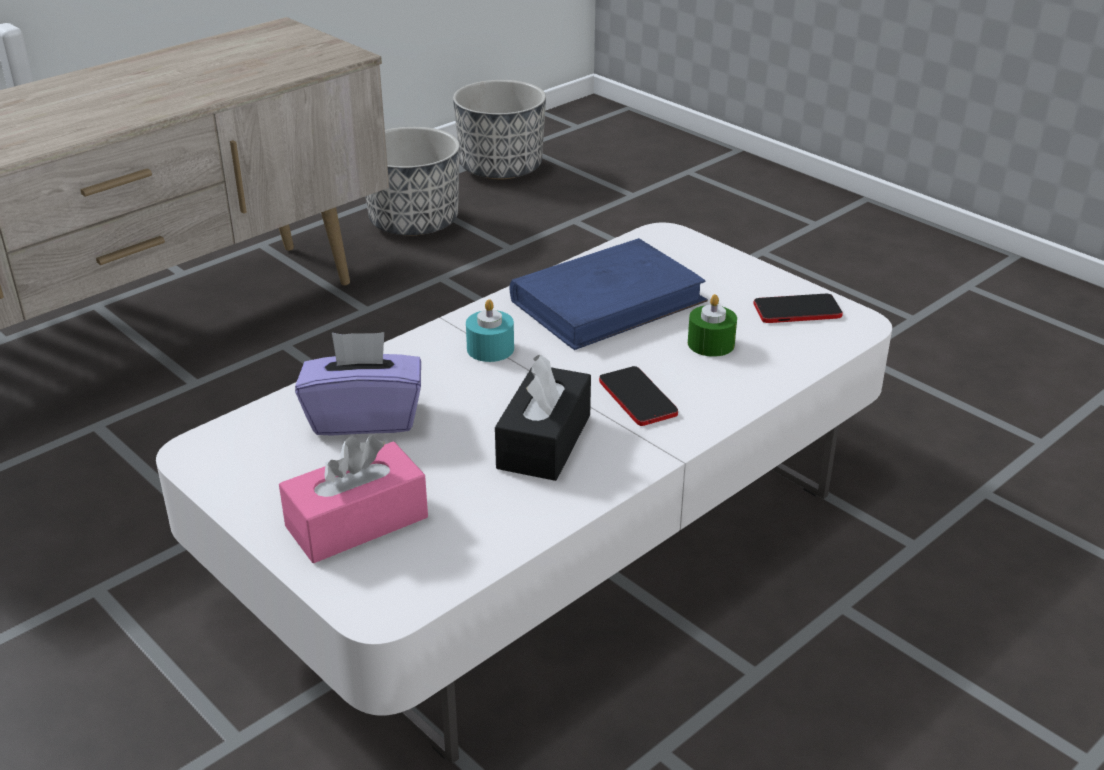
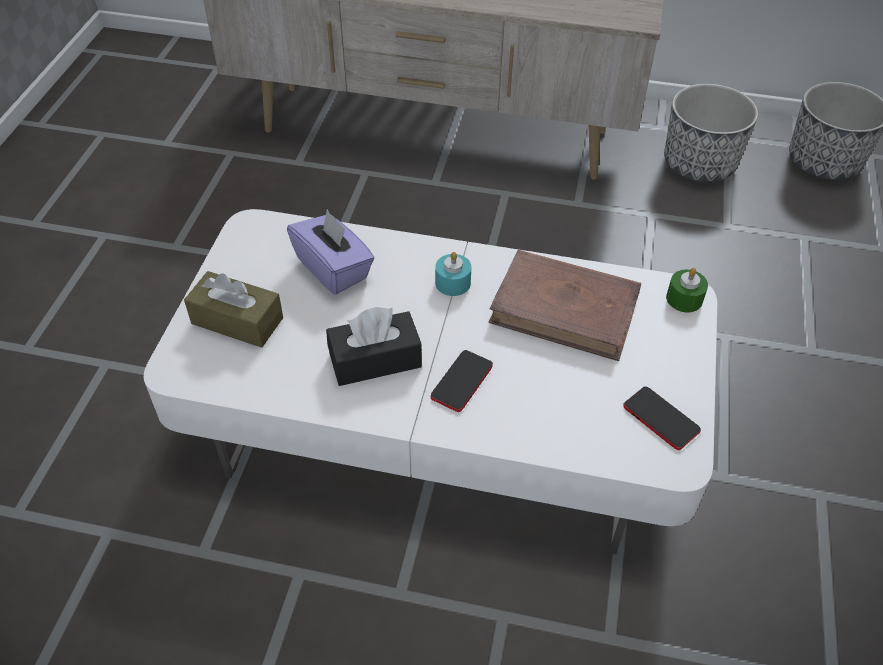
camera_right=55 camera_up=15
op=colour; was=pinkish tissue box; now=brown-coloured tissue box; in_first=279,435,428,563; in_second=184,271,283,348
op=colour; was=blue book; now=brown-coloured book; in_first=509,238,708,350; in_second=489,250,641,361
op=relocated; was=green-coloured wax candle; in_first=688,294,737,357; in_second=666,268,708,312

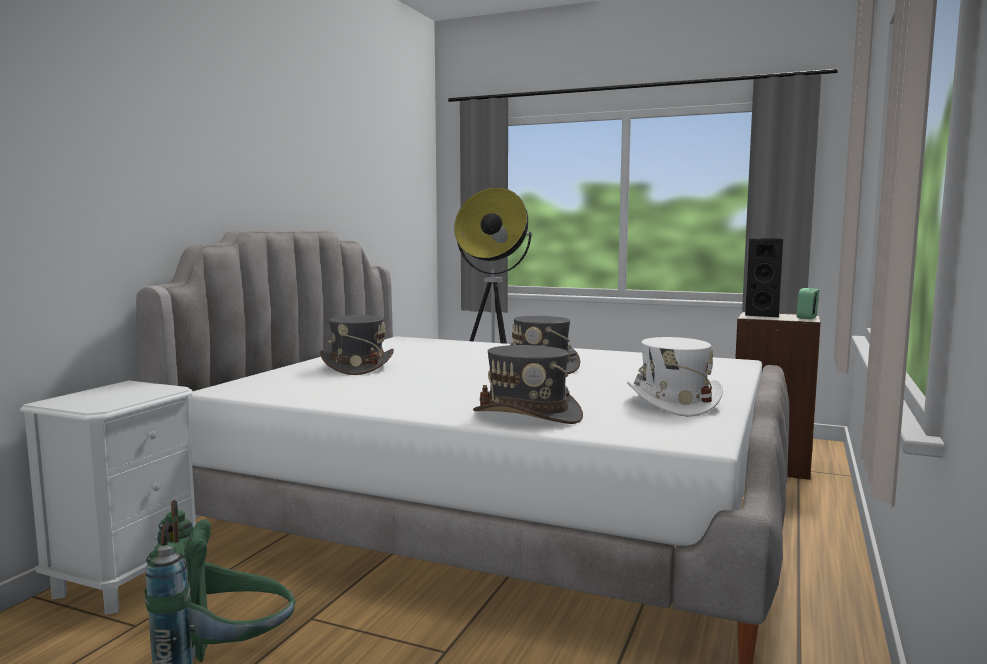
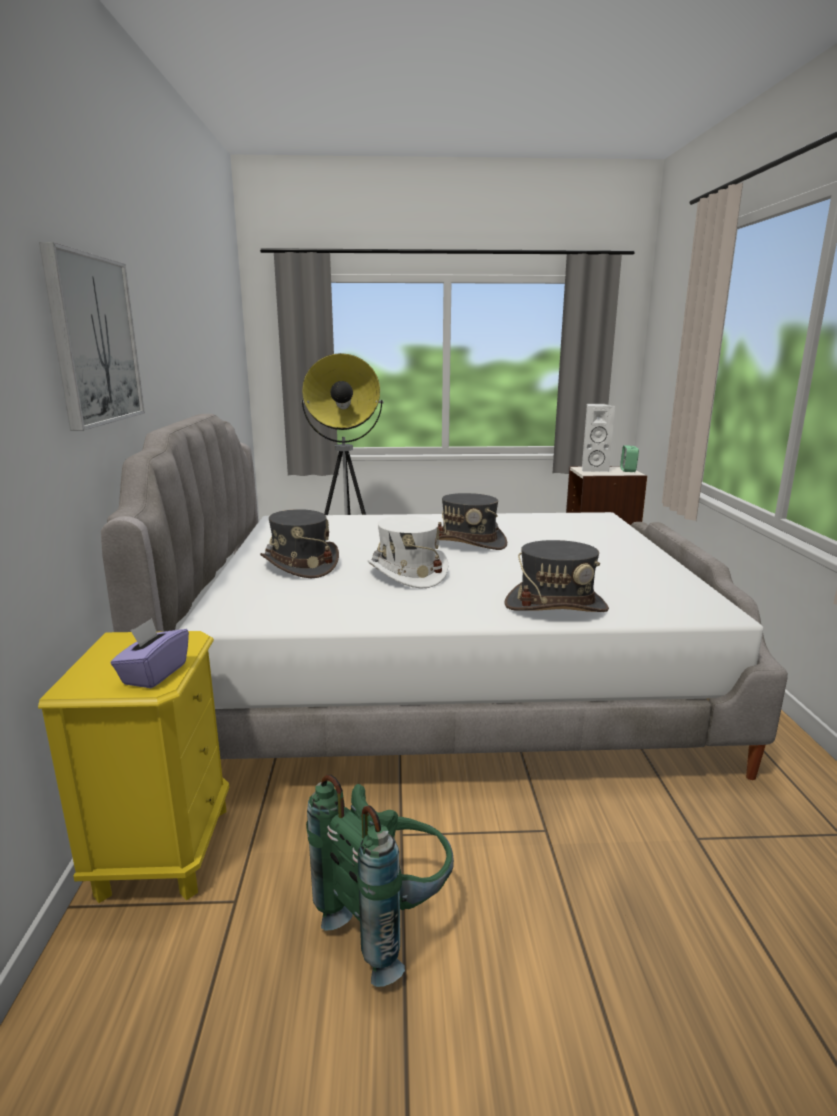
camera_right=-25 camera_up=10
op=colour; was=white-coloured nightstand; now=yellow-coloured nightstand; in_first=20,381,196,615; in_second=38,631,229,903
op=relocated; was=white-coloured hat; in_first=627,337,723,417; in_second=368,516,448,589
op=colour; was=blackish audio speaker; now=white-coloured audio speaker; in_first=745,239,783,317; in_second=582,404,615,472
op=appeared; now=picture; in_second=39,242,145,431
op=appeared; now=purple tissue box; in_second=111,618,189,688

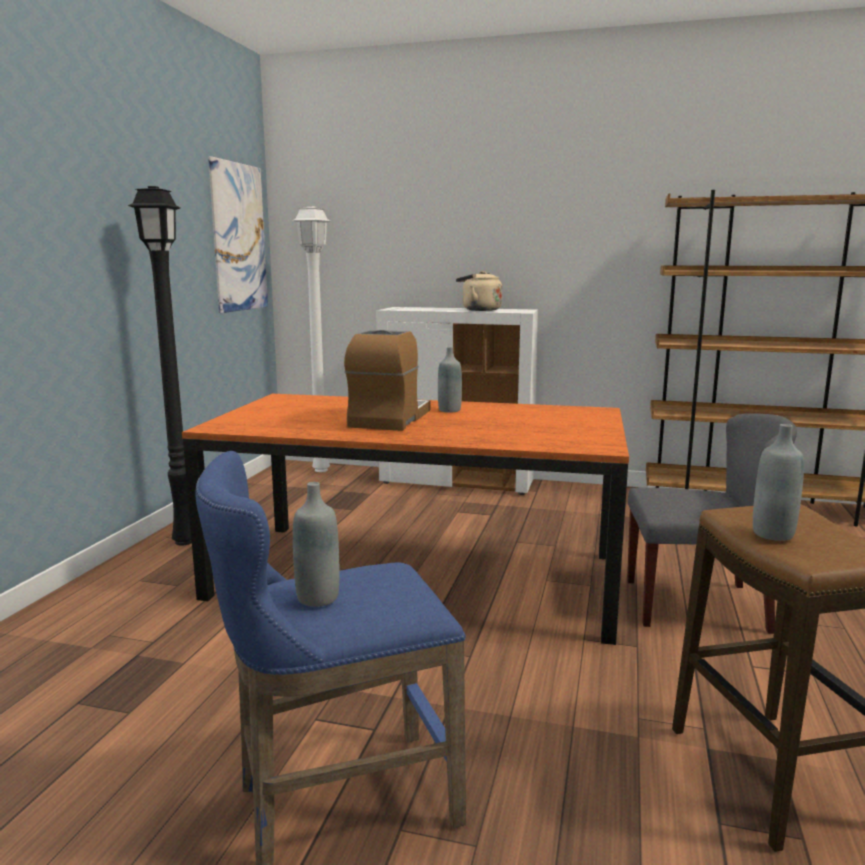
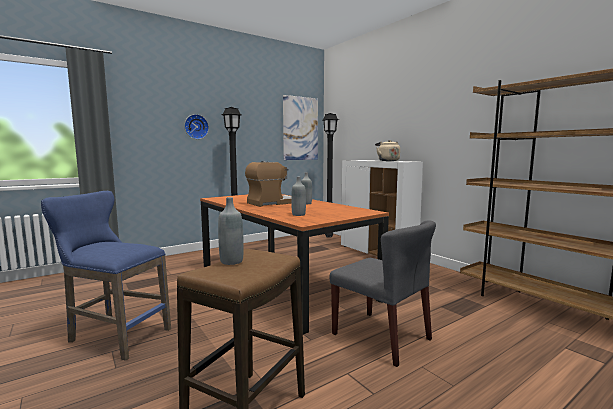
camera_right=40 camera_up=-5
op=colour; was=white-coloured standard lamp; now=blackish standard lamp; in_first=292,206,330,472; in_second=323,113,339,238
op=relocated; was=gray drink bottle; in_first=293,482,339,607; in_second=291,177,306,216
op=appeared; now=hanging clock; in_second=184,114,209,139

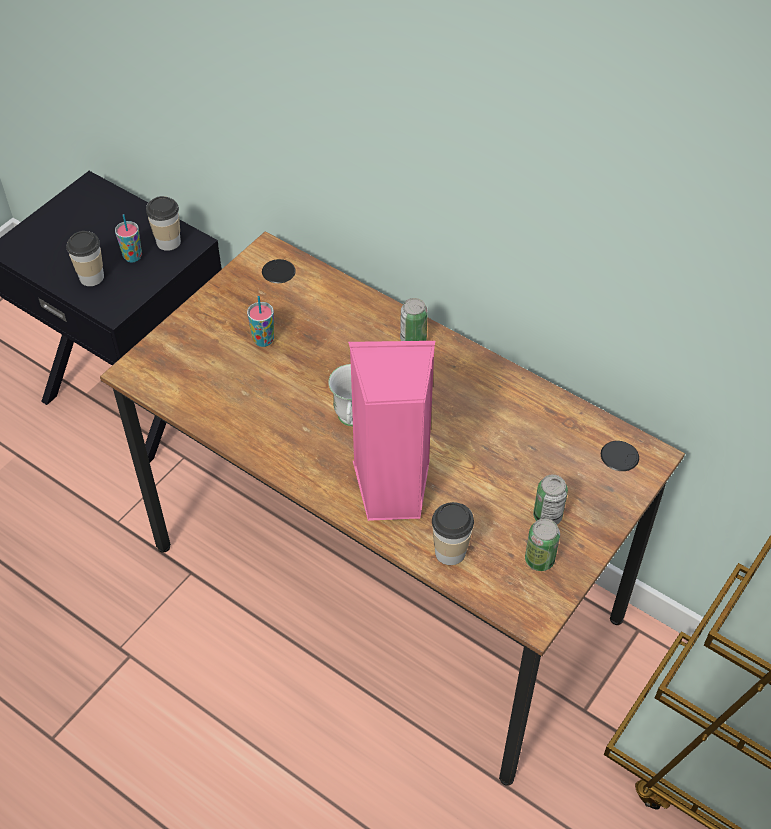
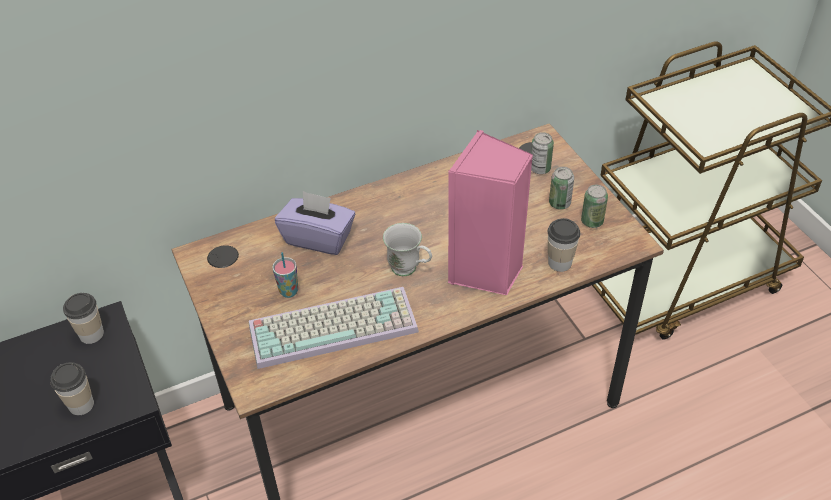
camera_right=-60 camera_up=-5
op=missing; was=cup; in_first=115,214,142,262
op=relocated; was=metal can; in_first=400,298,428,341; in_second=531,132,554,174
op=appeared; now=PC keyboard; in_second=249,287,419,369
op=appeared; now=purple tissue box; in_second=275,191,355,255

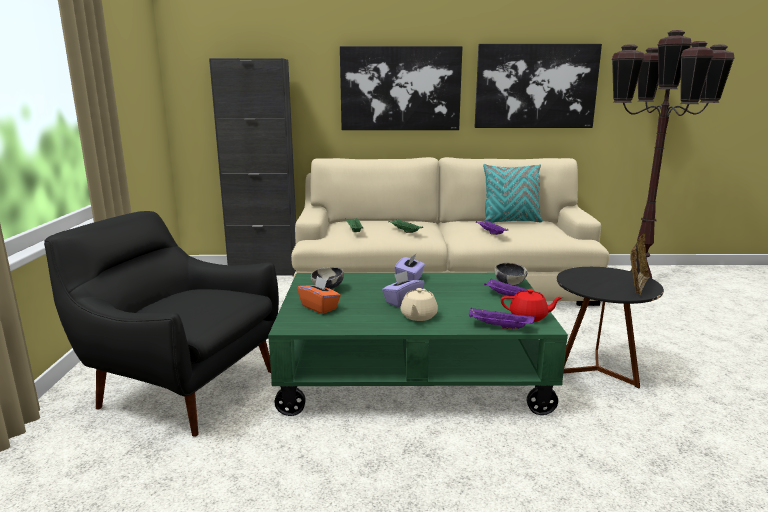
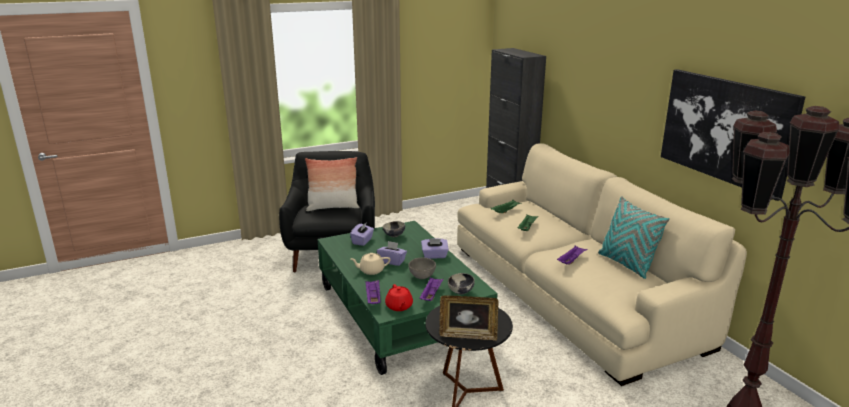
camera_right=65 camera_up=5
op=colour; was=orange tissue box; now=purple tissue box; in_first=297,276,341,314; in_second=350,222,374,246
op=missing; was=picture; in_first=340,46,462,130
op=appeared; now=pillow; in_second=305,157,359,211
op=appeared; now=gray serving bowl; in_second=408,258,436,279

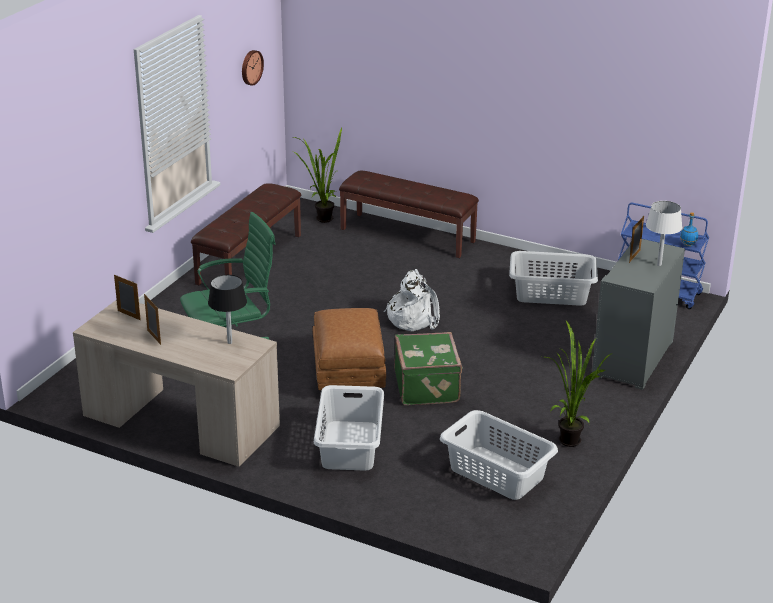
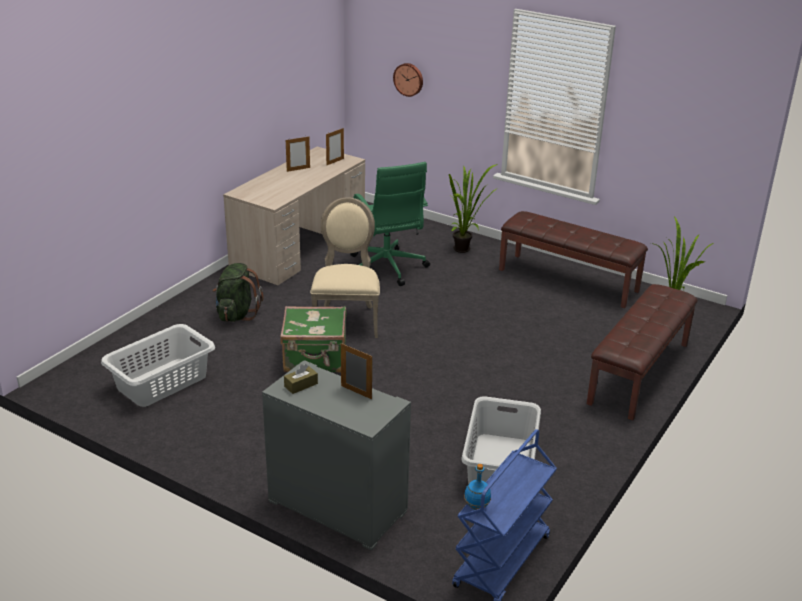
camera_right=95 camera_up=0
op=missing; was=blackish table lamp; in_first=208,275,247,344
op=relocated; was=hanging clock; in_first=242,50,264,86; in_second=393,63,423,97
op=exchanged; was=brown-coloured ottoman; now=sand-coloured plain chair; in_first=313,308,386,390; in_second=310,197,380,338
op=exchanged; was=white-coloured hamper; now=green-coloured rucksack; in_first=314,385,384,471; in_second=212,263,264,322
op=missing; was=white-coloured rucksack; in_first=384,269,440,331
op=relocated; was=houseplant; in_first=545,321,613,447; in_second=449,164,498,253
op=missing; was=white-coloured table lamp; in_first=646,201,682,266
op=appeared; now=brown-coloured tissue box; in_second=284,364,318,394

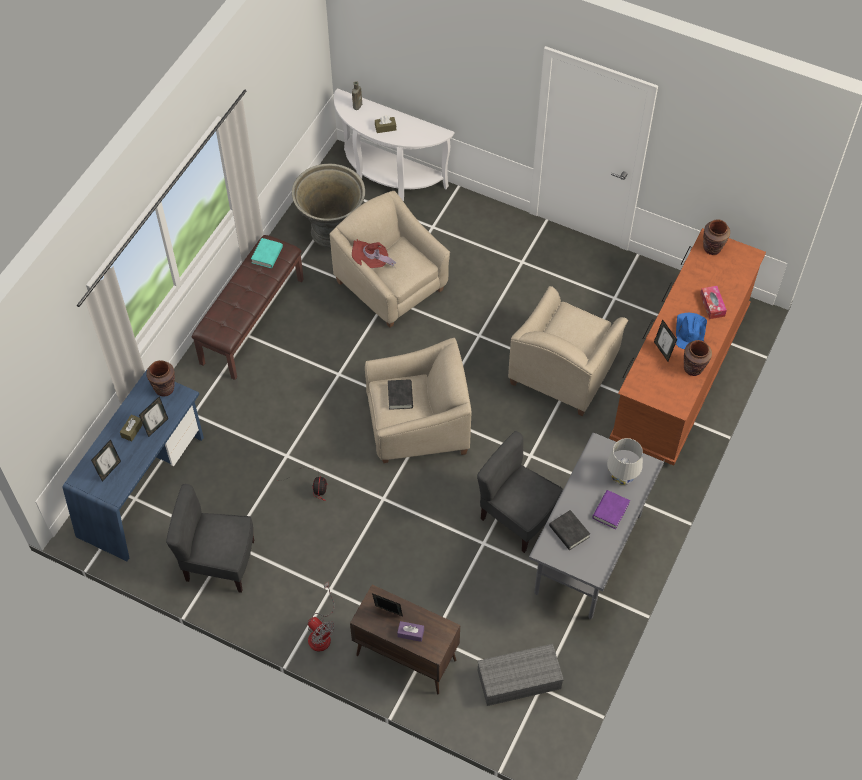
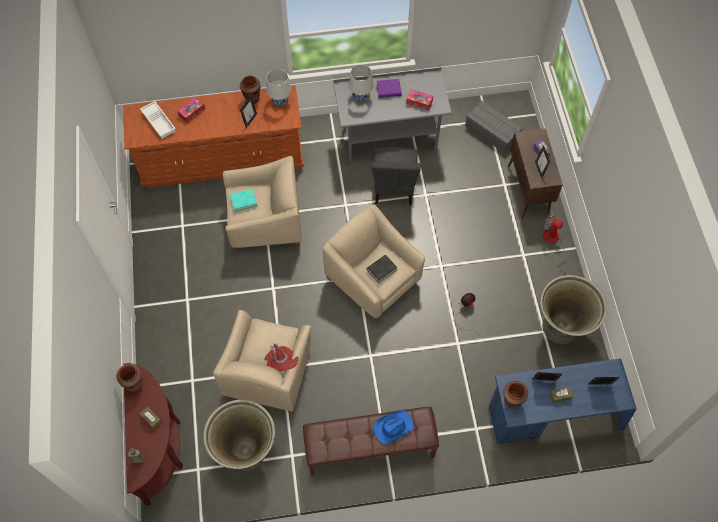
camera_right=-125 camera_up=5
op=exchanged; was=gray plain chair; now=gray planter; in_first=166,484,254,593; in_second=540,275,607,344
op=relocated; was=turquoise book; in_first=251,238,283,268; in_second=230,189,257,212
op=spun; was=fan; in_first=308,582,335,652; in_second=543,211,567,266; clockwise=-75
op=colour; was=white-coloured console table; now=brown-coloured console table; in_first=334,88,454,201; in_second=124,363,183,506
op=exchanged; was=blackish book; now=tissue box; in_first=549,510,590,550; in_second=406,90,433,110
op=relocated; was=blue hat; in_first=676,313,707,349; in_second=374,410,414,444
op=relocated; was=brown-coloured decorative vase; in_first=703,219,730,255; in_second=116,364,143,392
op=appeared; now=white-coloured carrying tray; in_second=140,101,176,139
op=appeared; now=white-coloured table lamp; in_second=266,69,291,106

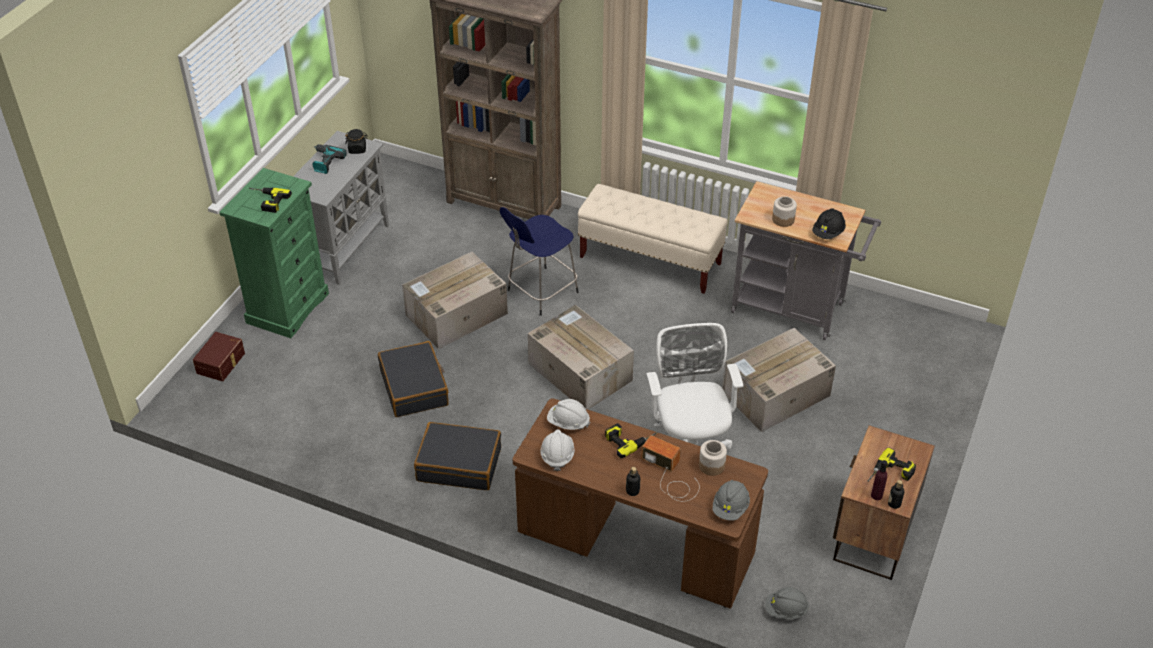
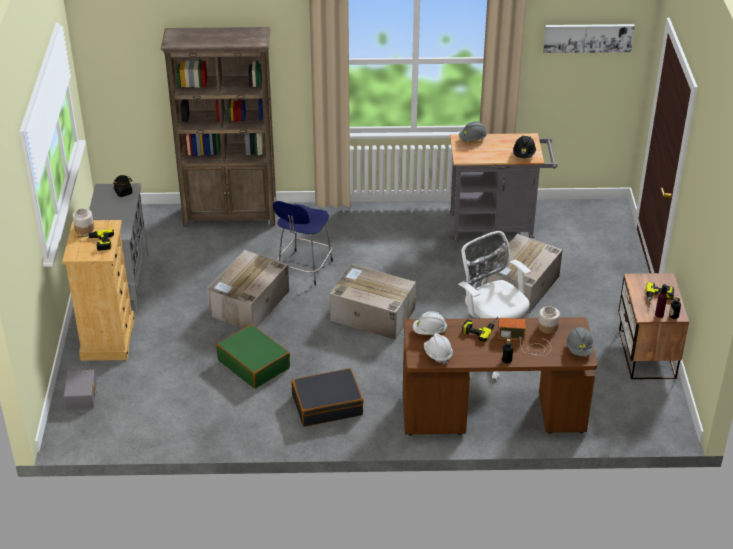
camera_right=-25 camera_up=-5
op=colour; was=brown-coloured storage box; now=gray storage box; in_first=193,332,245,381; in_second=63,370,97,410
op=colour; was=green-coloured chest of drawers; now=sand-coloured chest of drawers; in_first=219,168,329,338; in_second=62,220,135,361
op=missing; was=power drill; in_first=312,144,347,174
op=colour; was=blackish suitcase; now=green-coloured suitcase; in_first=378,341,449,417; in_second=216,324,290,389
op=missing; was=sand-coloured bench; in_first=578,184,728,294
op=relocated; was=gray work helmet; in_first=765,587,809,619; in_second=459,121,487,141
op=relocated; was=storage jar; in_first=772,196,797,227; in_second=73,208,94,234
op=appeared; now=picture; in_second=543,24,635,53

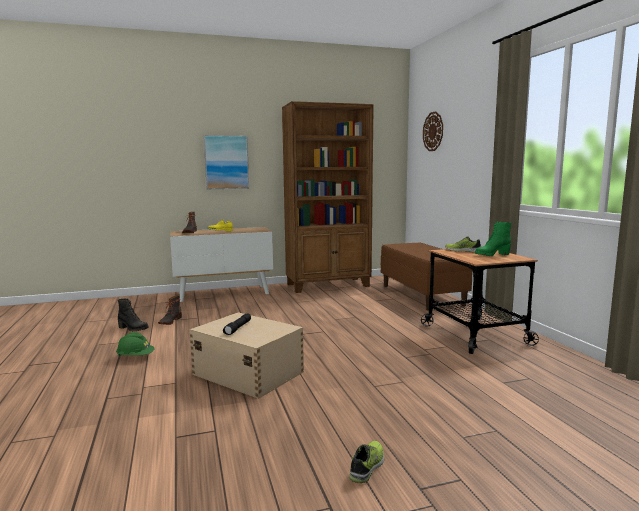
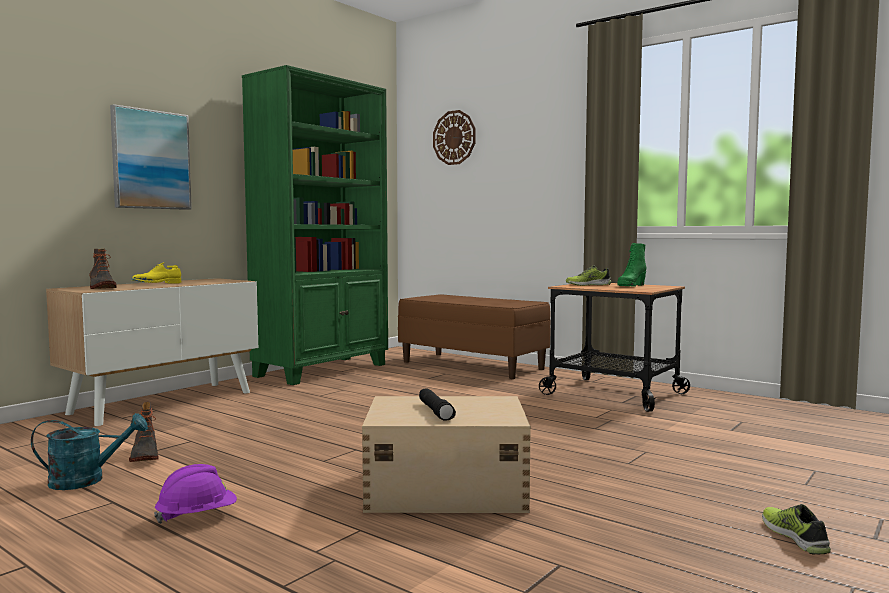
camera_right=-35 camera_up=-5
op=colour; was=green-coloured work helmet; now=purple work helmet; in_first=116,332,155,357; in_second=154,464,237,524
op=exchanged; was=blackish boot; now=turquoise watering pot; in_first=118,299,149,331; in_second=31,413,148,490
op=colour; was=brown-coloured bookcase; now=green-coloured bookcase; in_first=282,101,374,293; in_second=242,65,388,385

